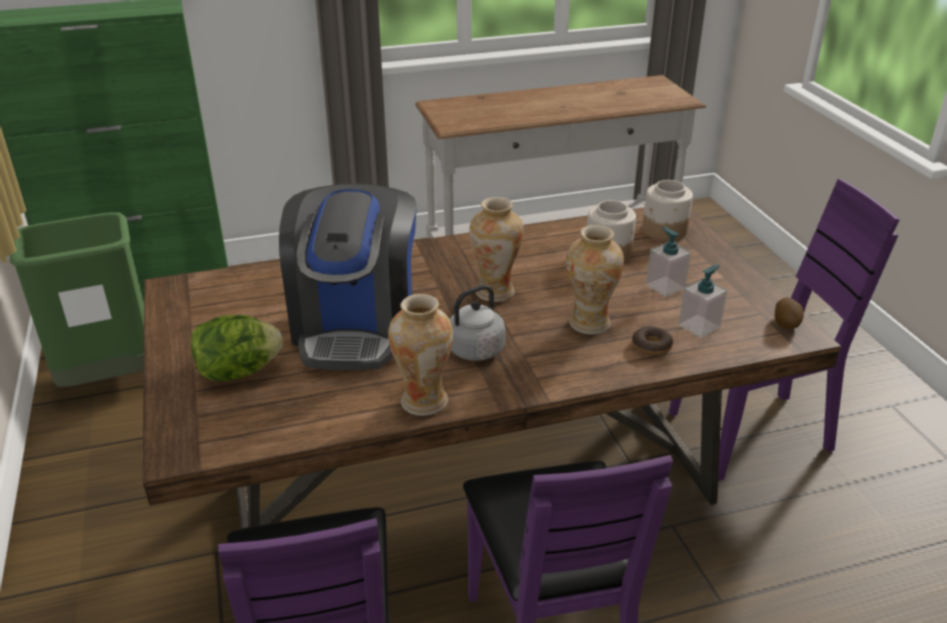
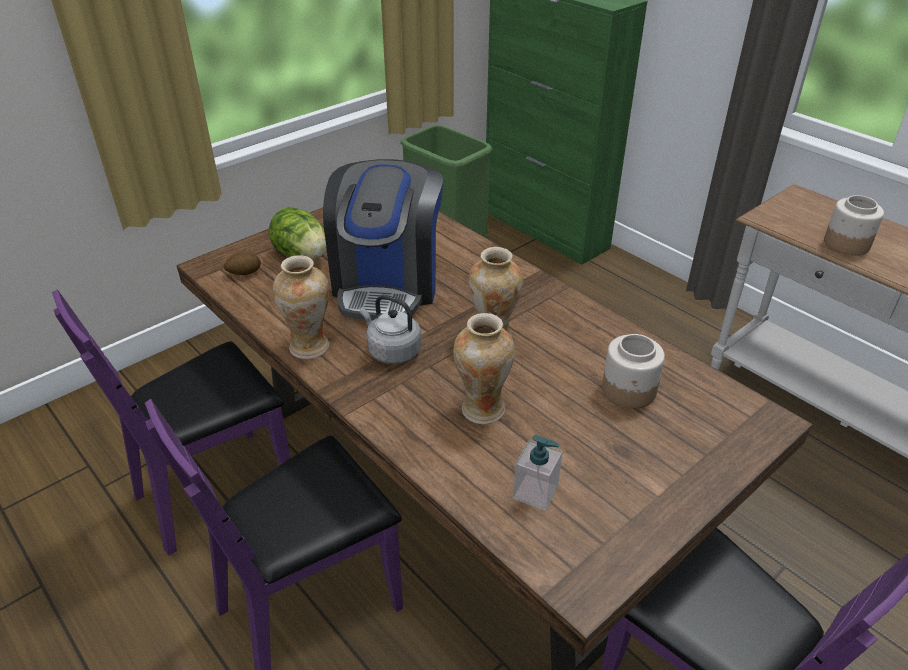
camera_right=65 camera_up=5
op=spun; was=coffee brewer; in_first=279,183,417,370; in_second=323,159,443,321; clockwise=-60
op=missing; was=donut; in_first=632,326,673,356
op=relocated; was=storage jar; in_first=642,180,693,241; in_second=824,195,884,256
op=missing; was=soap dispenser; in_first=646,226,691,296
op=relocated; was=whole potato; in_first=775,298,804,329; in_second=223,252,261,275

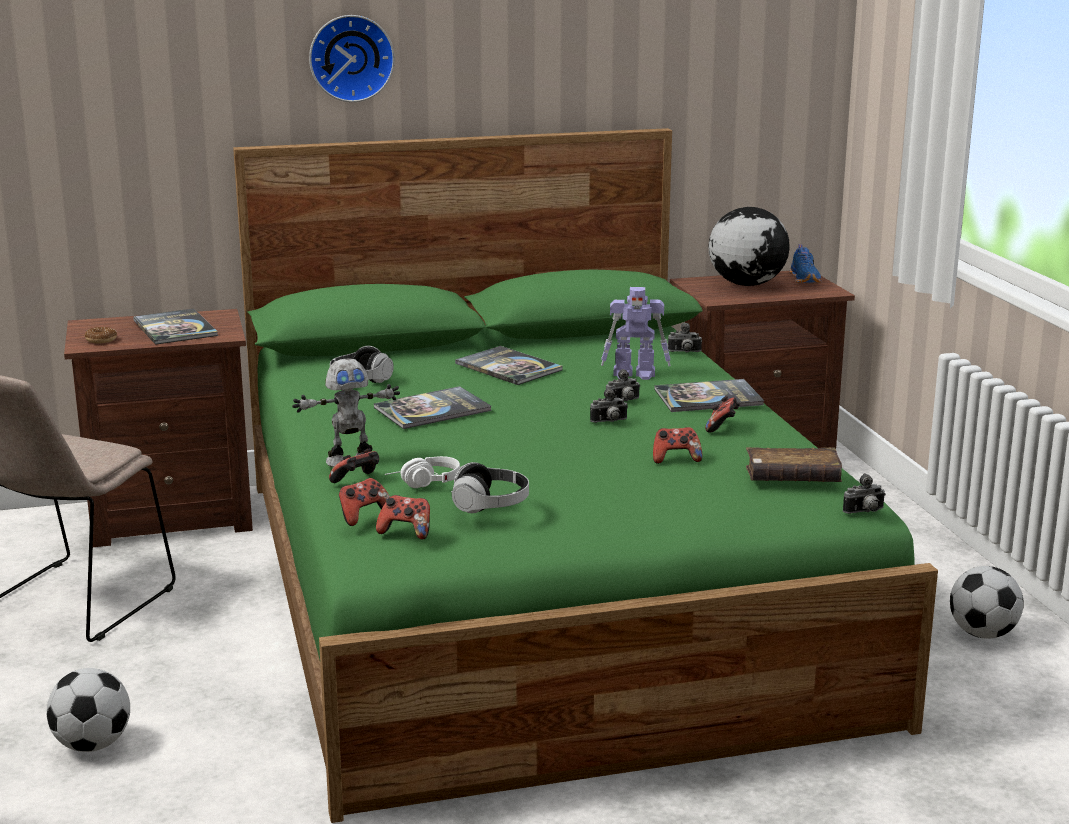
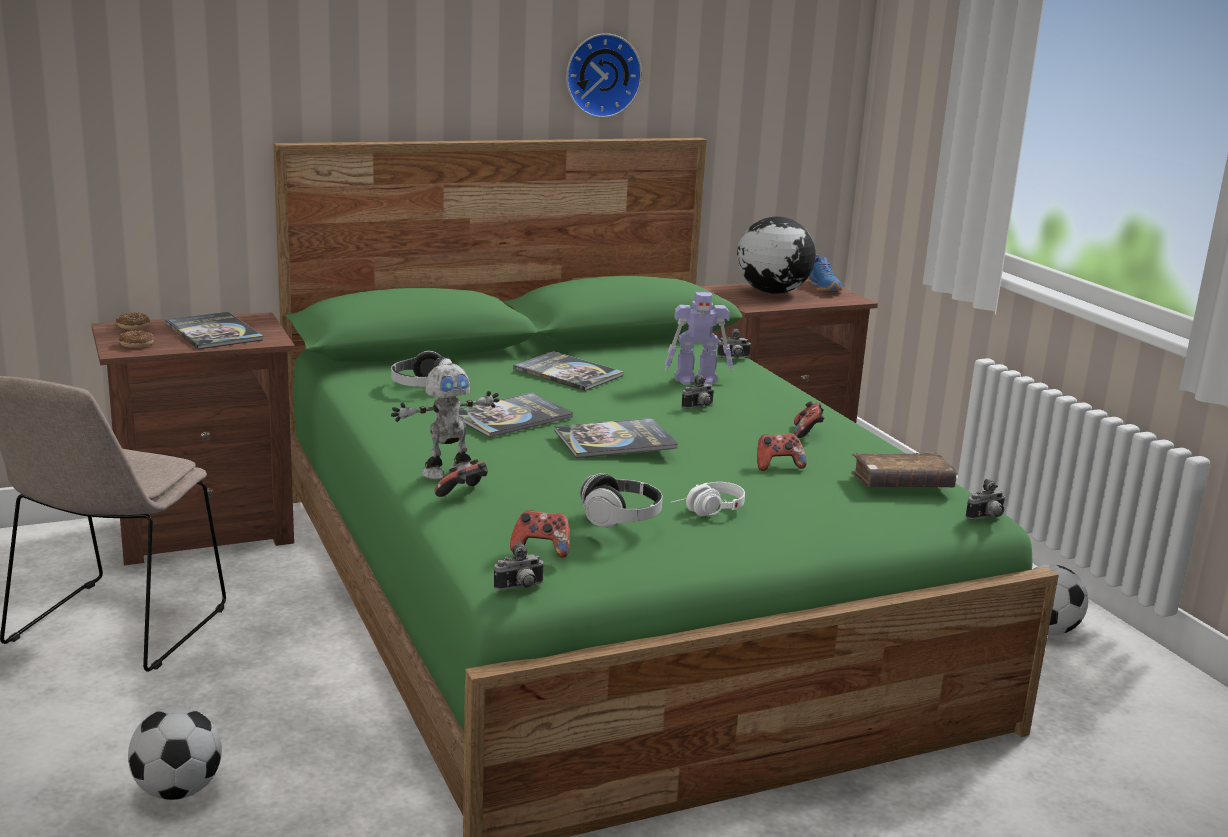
camera_right=-10 camera_up=0
op=relocated; was=hanging clock; in_first=309,15,395,102; in_second=566,33,642,118
op=missing; was=joypad; in_first=339,478,390,526
op=relocated; was=white-coloured headphones; in_first=385,456,460,488; in_second=671,482,745,516
op=relocated; was=photo camera; in_first=590,388,628,423; in_second=494,542,545,590
op=relocated; was=book; in_first=654,379,764,412; in_second=555,418,678,458
op=appeared; now=donut; in_second=116,312,150,330

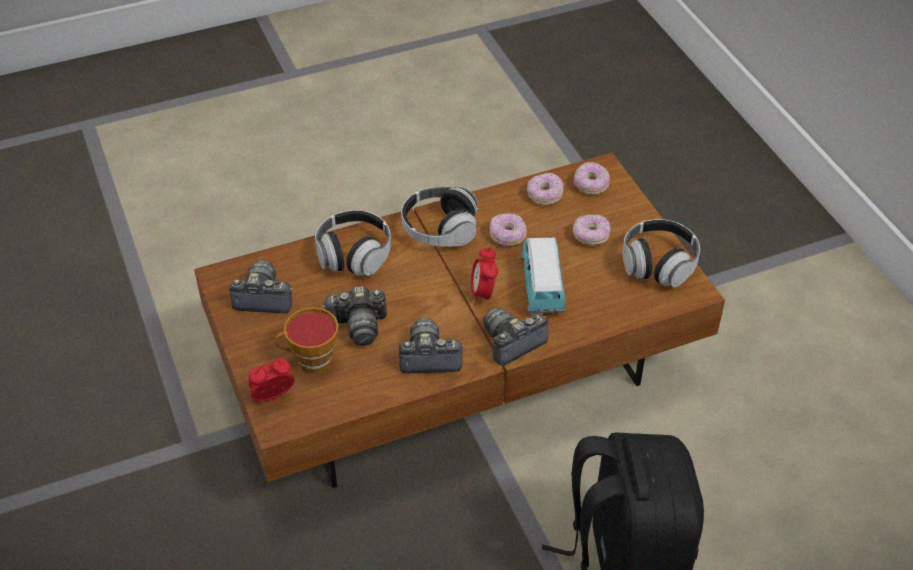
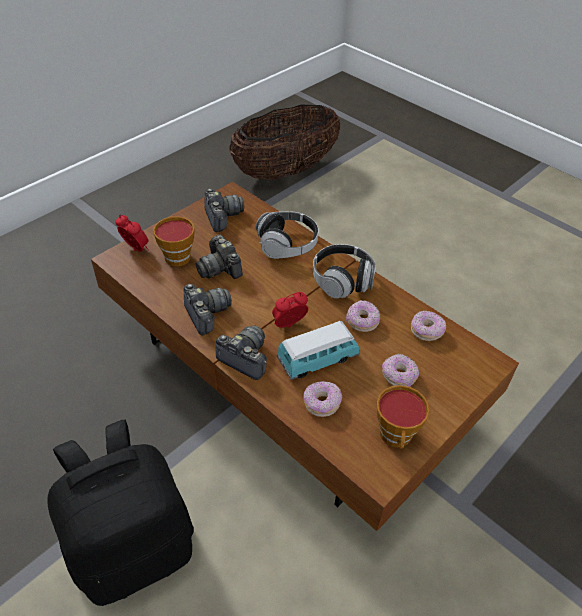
camera_right=65 camera_up=0
op=relocated; was=donut; in_first=574,162,610,195; in_second=303,381,342,417
op=exchanged; was=headphones; now=cup; in_first=622,219,700,287; in_second=377,385,430,449
op=appeared; now=basket; in_second=229,105,340,180

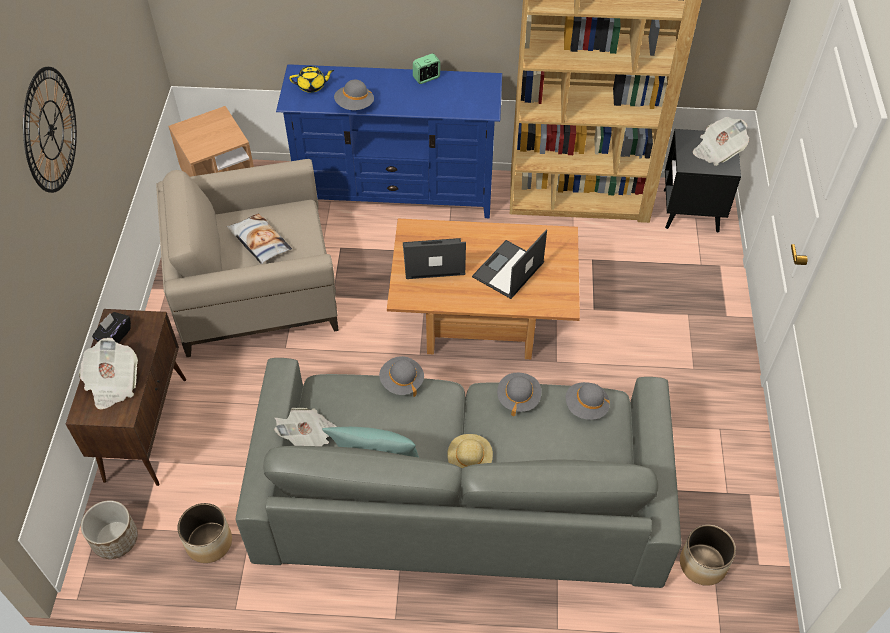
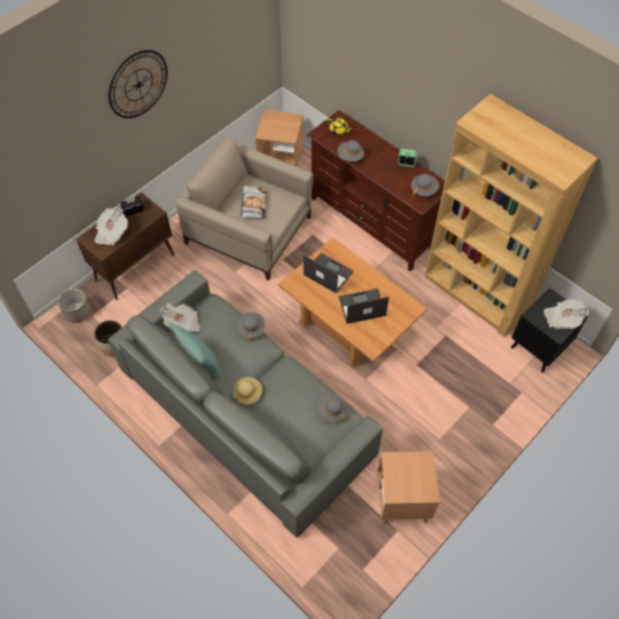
camera_right=40 camera_up=5
op=colour; was=blue tv stand; now=brown-coloured tv stand; in_first=276,64,502,218; in_second=307,110,445,272
op=relocated; was=gray hat; in_first=497,373,542,416; in_second=411,174,439,196
op=missing; was=planter; in_first=680,525,736,586
op=appeared; now=brown-coloured side table; in_second=378,451,440,524

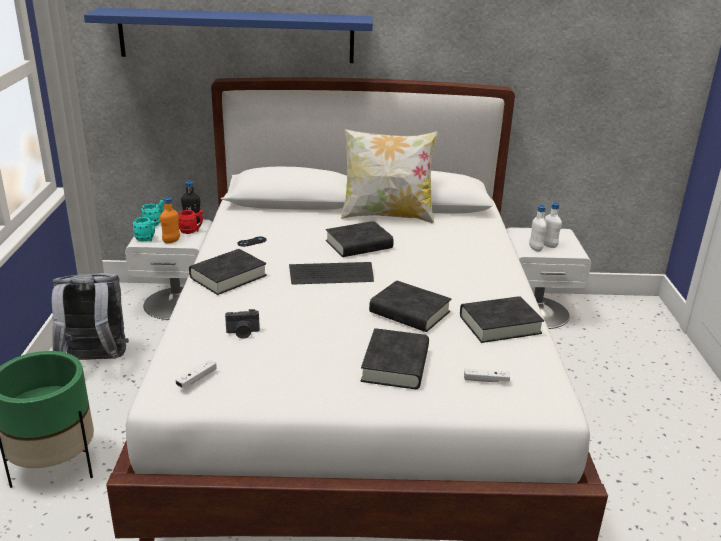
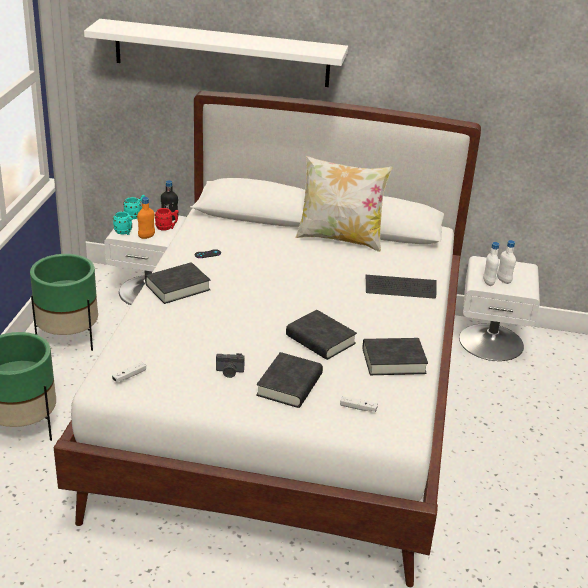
camera_right=10 camera_up=5
op=exchanged; was=gray rucksack; now=green-coloured planter; in_first=52,273,129,360; in_second=30,254,98,351
op=colour; was=blue bracket shelf; now=white-coloured bracket shelf; in_first=84,8,373,63; in_second=84,19,348,87
op=relocated; was=photo camera; in_first=225,309,260,339; in_second=216,353,245,378
op=relocated; was=PC keyboard; in_first=289,262,374,284; in_second=366,275,436,299
op=missing; was=blackish book; in_first=326,221,394,257

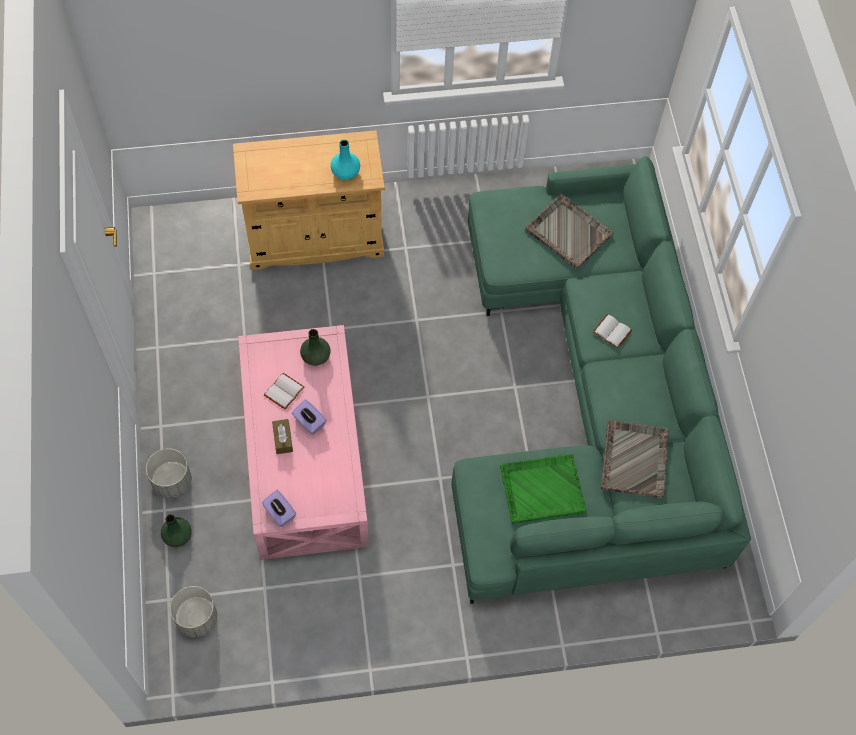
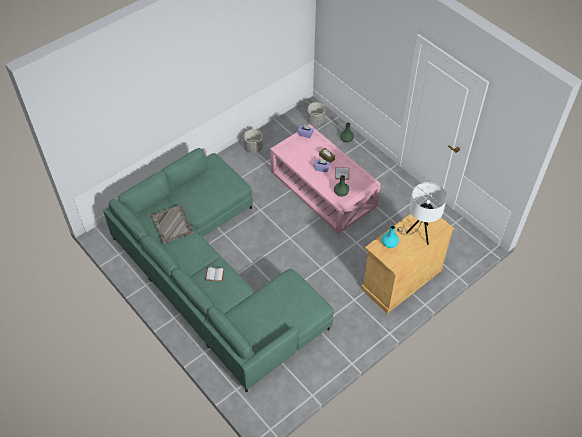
camera_right=150 camera_up=-10
op=relocated; was=gray planter; in_first=146,448,192,498; in_second=243,129,263,153
op=missing; was=green-coloured carrying tray; in_first=500,454,586,524
op=missing; was=gray carrying tray; in_first=525,194,613,269
op=appeared; now=white-coloured table lamp; in_second=397,182,447,245

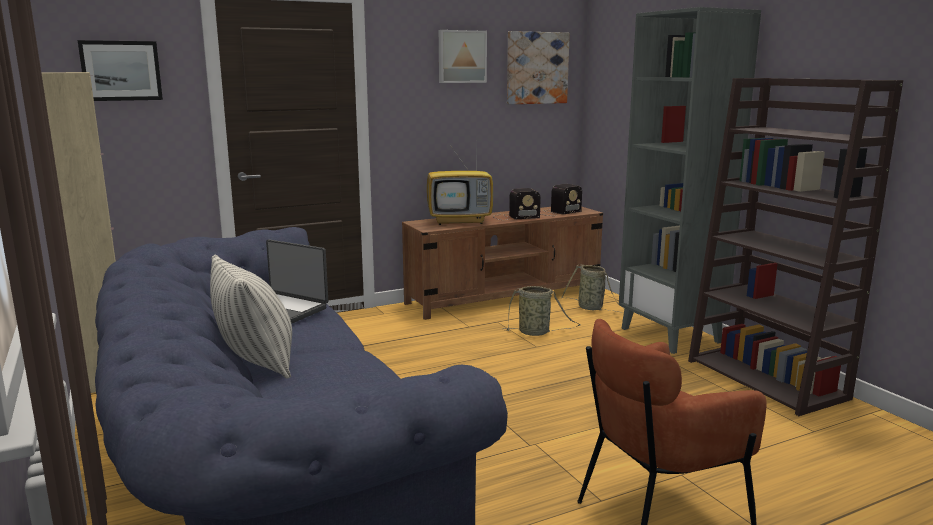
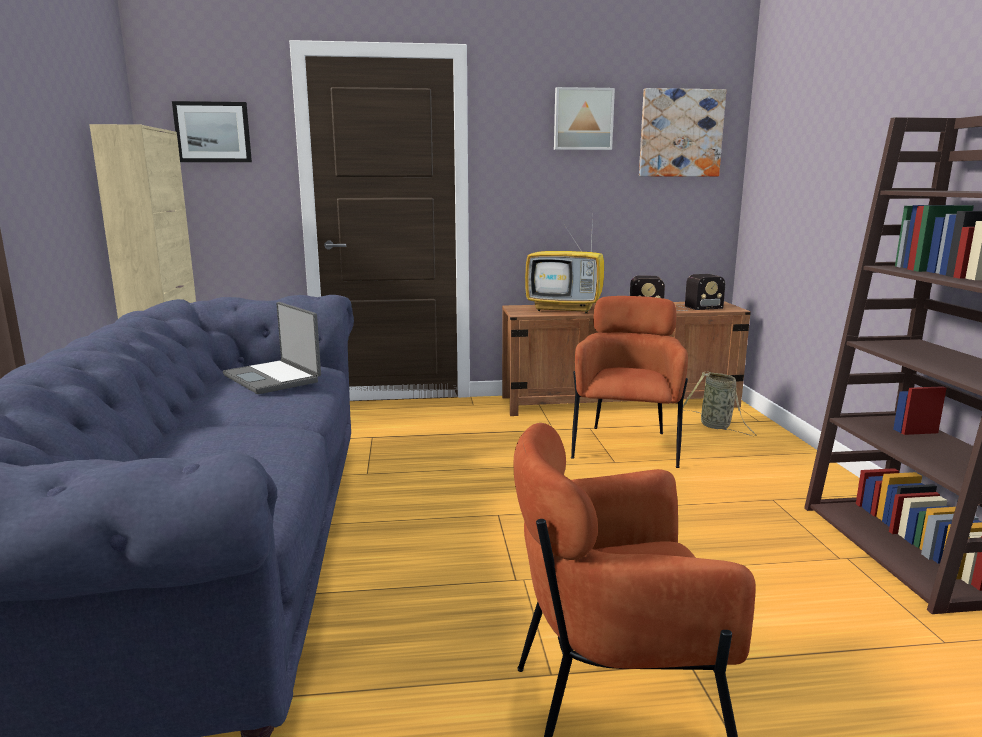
camera_right=20 camera_up=0
op=missing; was=pillow; in_first=210,255,292,379
op=exchanged; was=basket; now=brown-coloured armchair; in_first=503,286,580,336; in_second=571,296,688,468
op=missing; was=gray bookcase; in_first=619,7,761,354

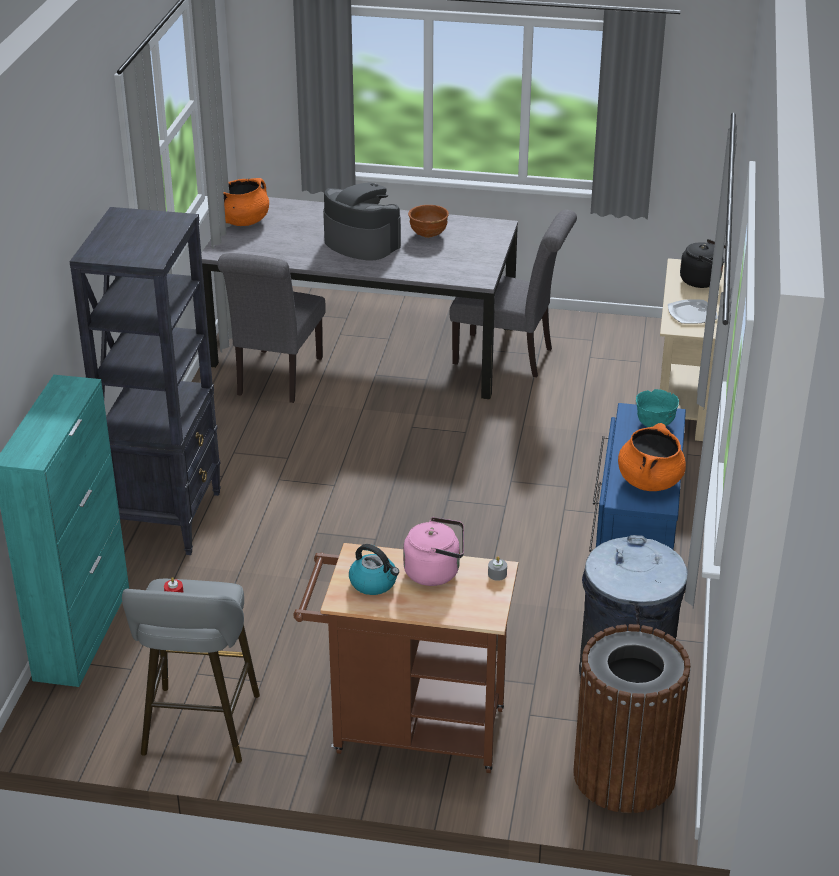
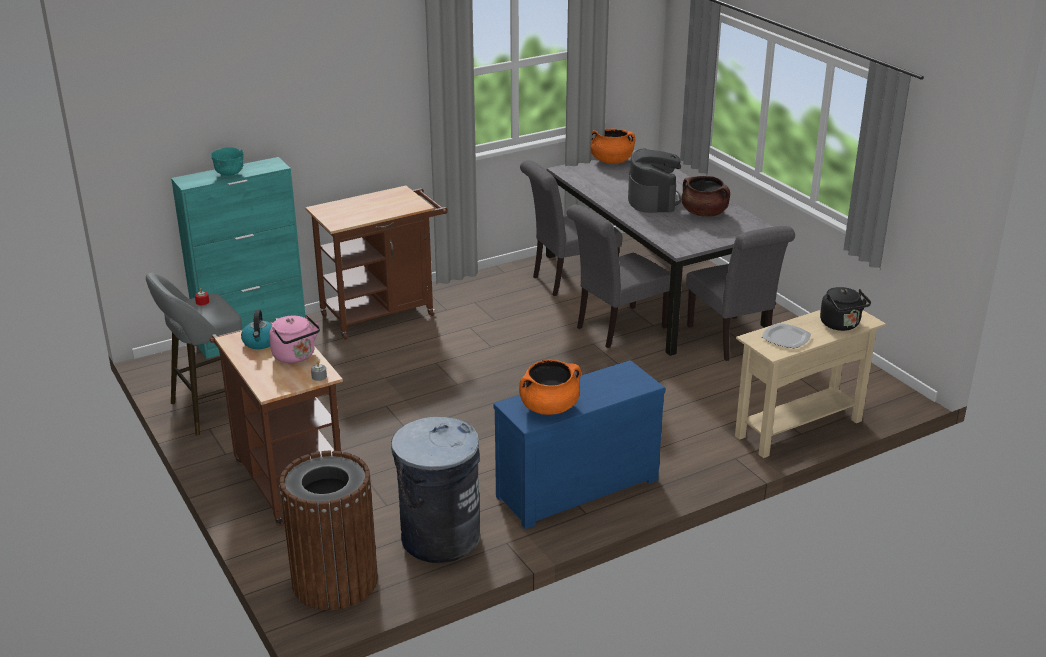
camera_right=50 camera_up=-5
op=exchanged; was=blackish bookcase; now=brown-coloured trolley; in_first=69,207,221,555; in_second=305,186,448,340
op=exchanged; was=brown-coloured serving bowl; now=brown-coloured saucepot; in_first=408,205,449,238; in_second=681,176,730,217
op=relocated; was=turquoise serving bowl; in_first=636,389,679,427; in_second=211,147,244,176
op=appeared; now=gray plain chair; in_second=566,205,671,348

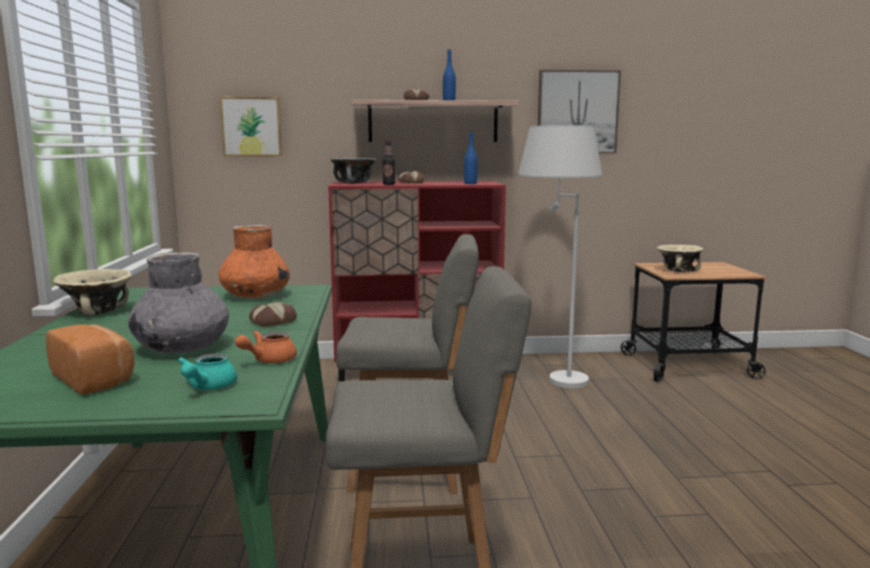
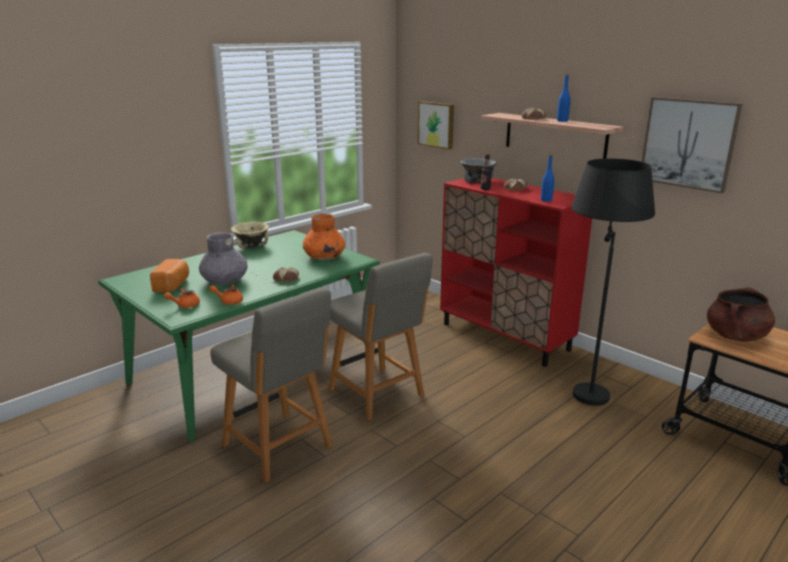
camera_right=50 camera_up=10
op=colour; was=turquoise teapot; now=orange teapot; in_first=177,353,237,390; in_second=164,288,200,308
op=colour; was=white-coloured standard lamp; now=blackish standard lamp; in_first=518,125,602,388; in_second=571,158,655,406
op=exchanged; was=sand-coloured serving bowl; now=brown-coloured saucepot; in_first=657,245,704,272; in_second=707,287,775,342

